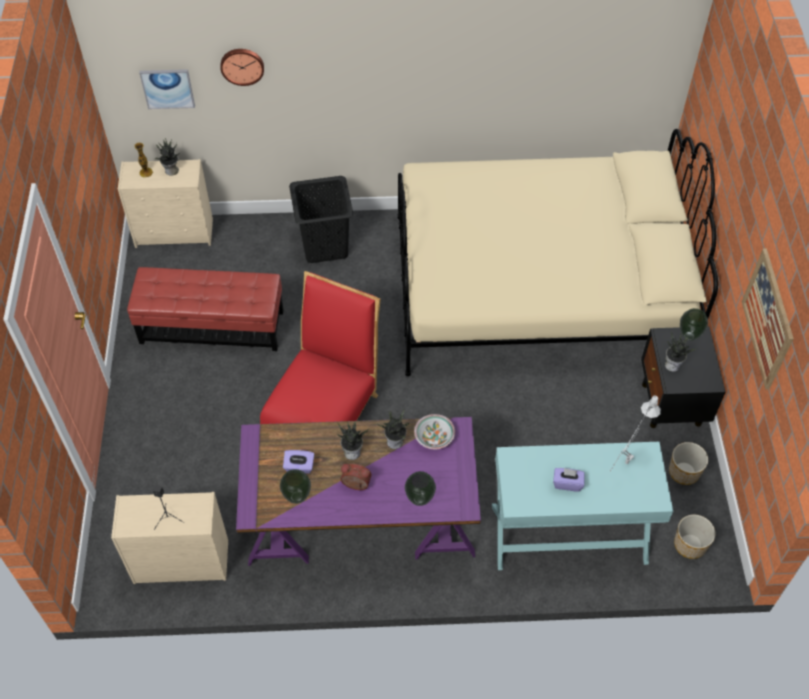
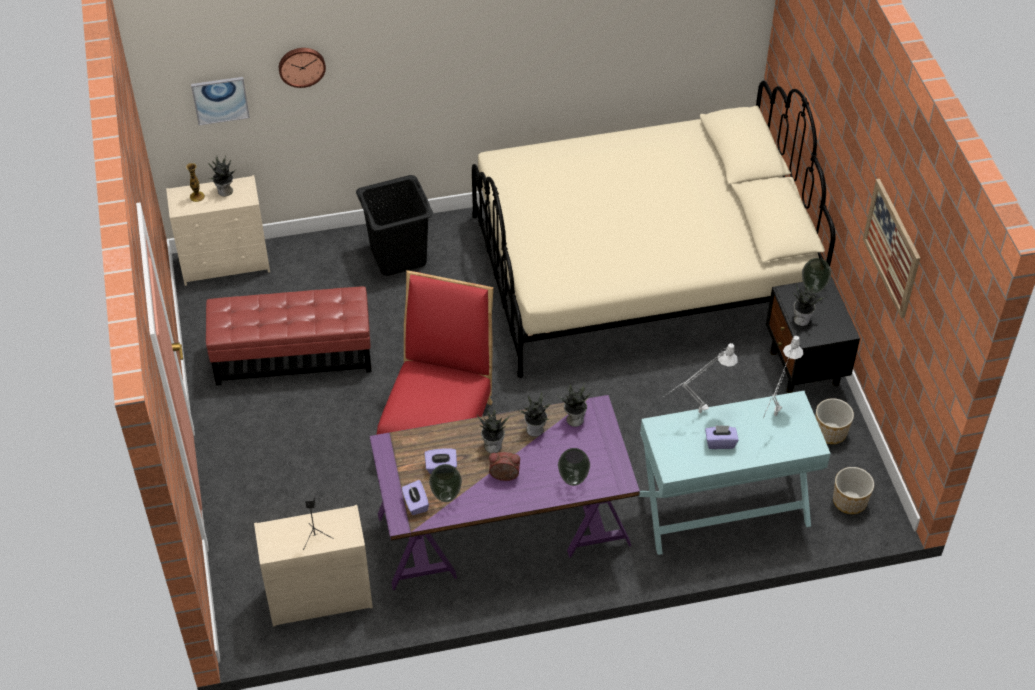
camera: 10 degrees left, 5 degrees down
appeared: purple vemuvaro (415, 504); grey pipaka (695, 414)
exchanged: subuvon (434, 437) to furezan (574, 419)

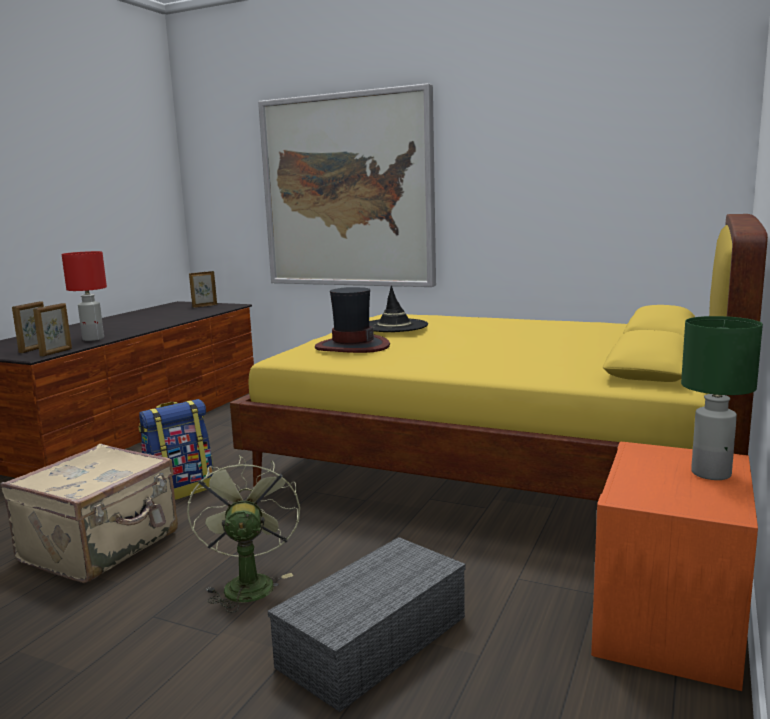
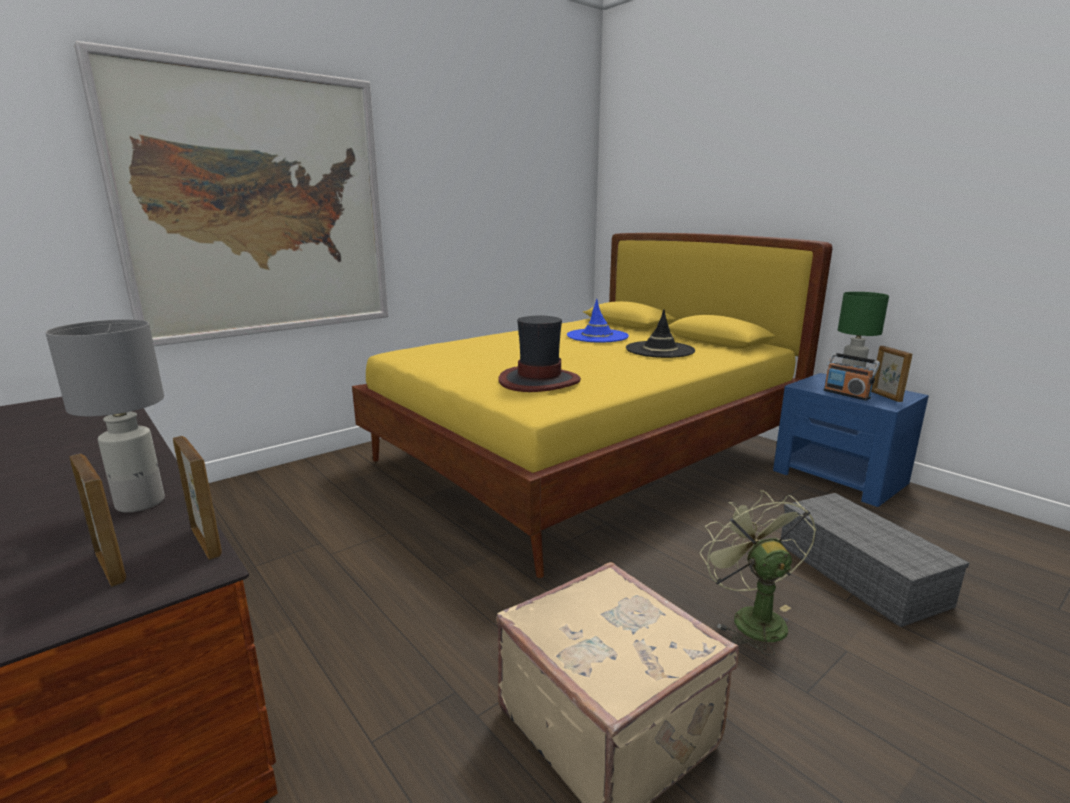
camera: 65 degrees left, 5 degrees up
missing: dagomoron (180, 490)
appeared: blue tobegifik (597, 336); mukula (846, 394)
relocated: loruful (204, 306) to (885, 396); black tobegifik (394, 326) to (660, 350)
colour: red pipaka (94, 339) to grey pipaka (141, 502); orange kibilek (668, 621) to blue kibilek (840, 477)
spun: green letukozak (247, 583) = (751, 617) 60 degrees clockwise

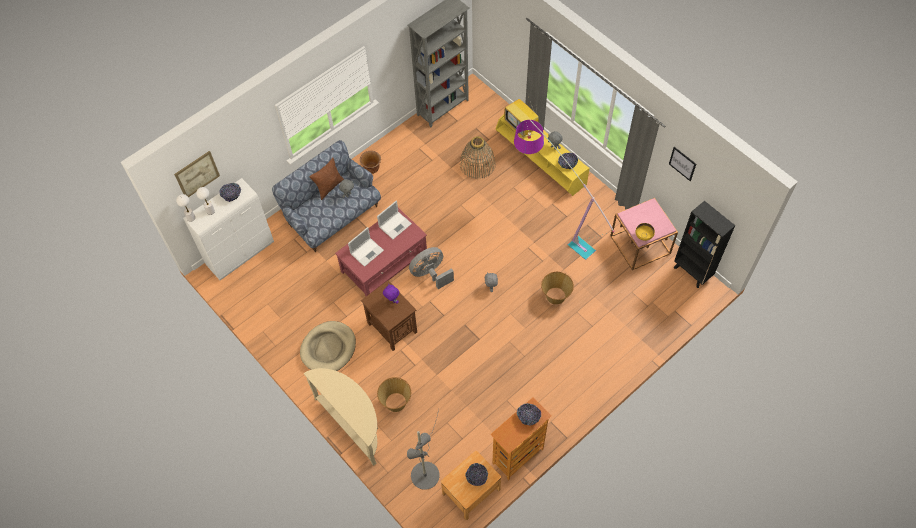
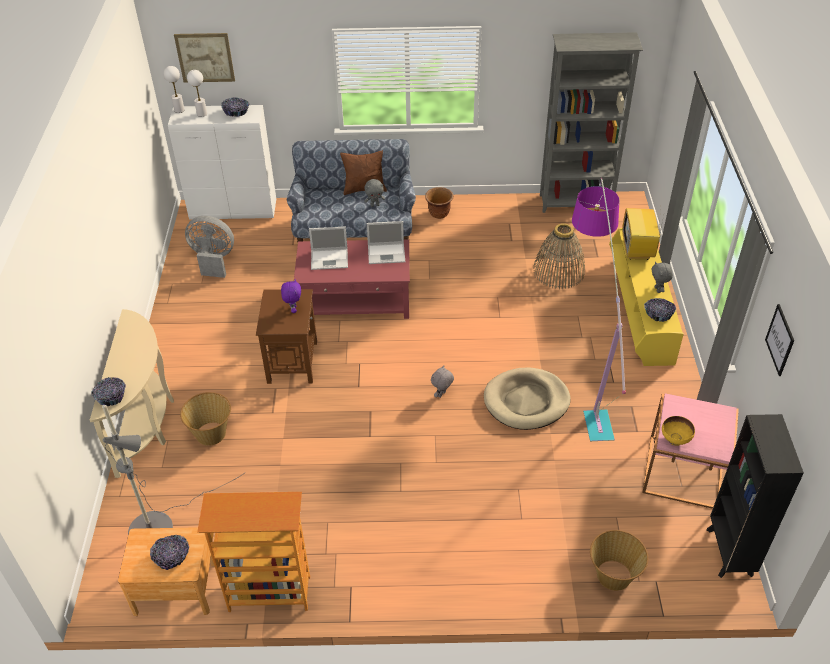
camera: 40 degrees right, 15 degrees down
relocated: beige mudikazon (328, 348) to (526, 401); grey letukozak (430, 274) to (213, 260); subuvon (528, 416) to (111, 397); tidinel (555, 296) to (613, 576)

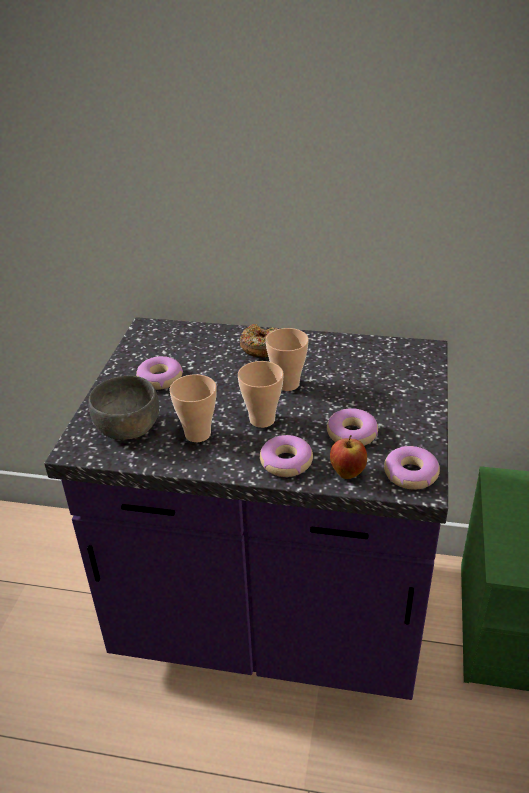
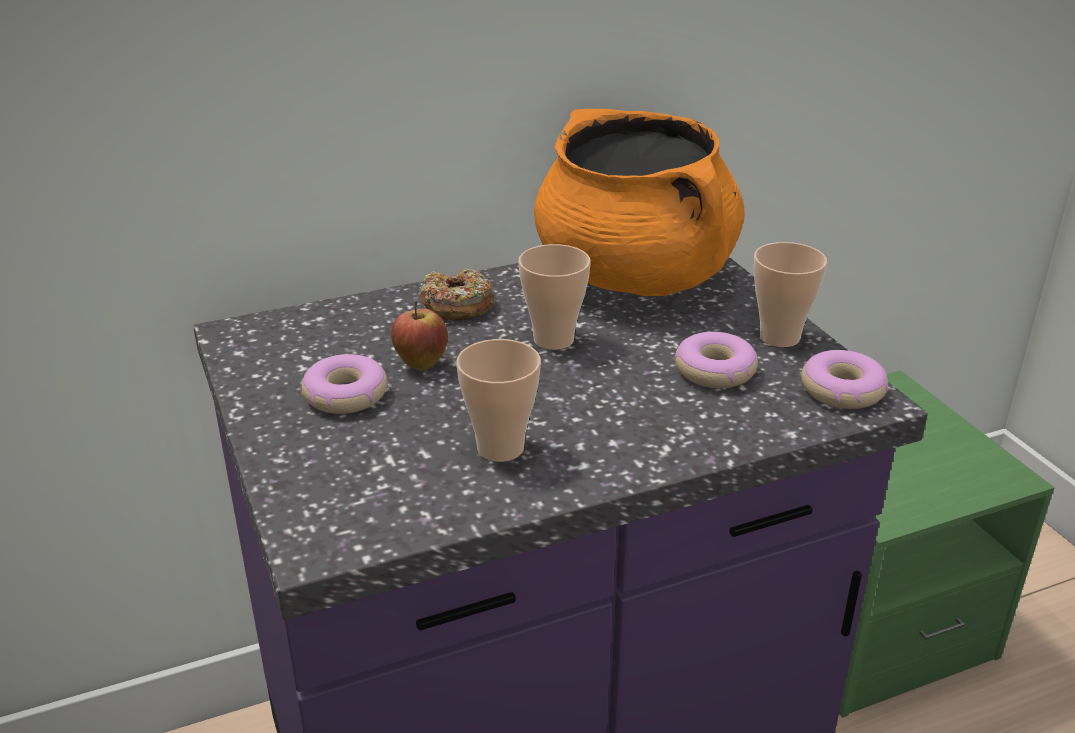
camera: 35 degrees left, 5 degrees down
missing: grey subuvon (128, 428); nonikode (286, 462)
appeared: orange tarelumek (636, 277)
relocated: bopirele (262, 420) to (779, 337); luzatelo (347, 473) to (421, 364)

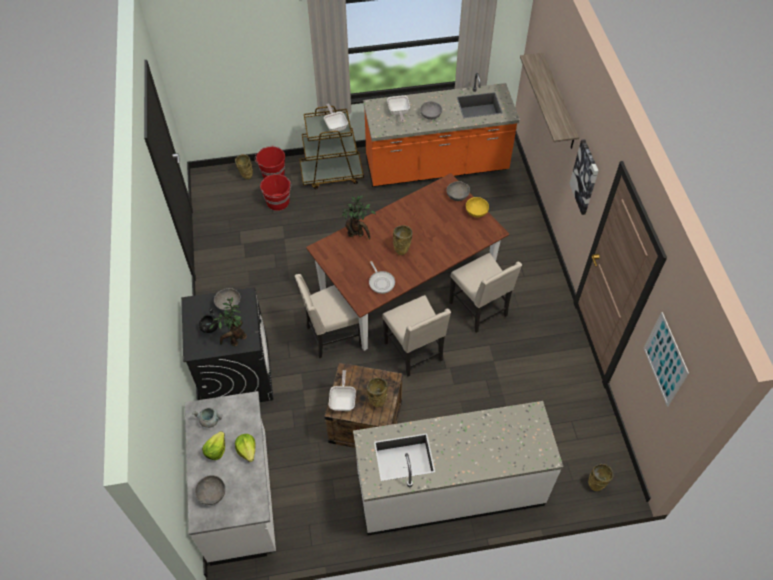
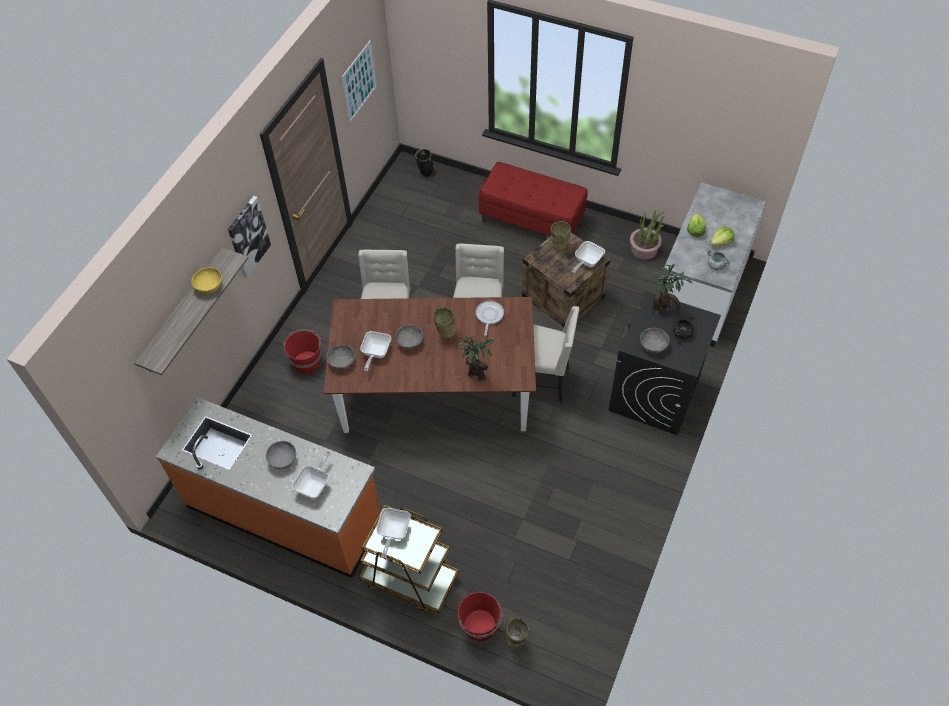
camera: 145 degrees left, 0 degrees up
appeared: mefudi (375, 354); furezan (644, 249)
relocated: grey subuvon (212, 494) to (410, 342); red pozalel (278, 202) to (306, 361); yellow subuvon (476, 212) to (209, 286)
exchanged: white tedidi (450, 489) to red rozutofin (532, 221)
colour: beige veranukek (596, 485) to black veranukek (425, 174)

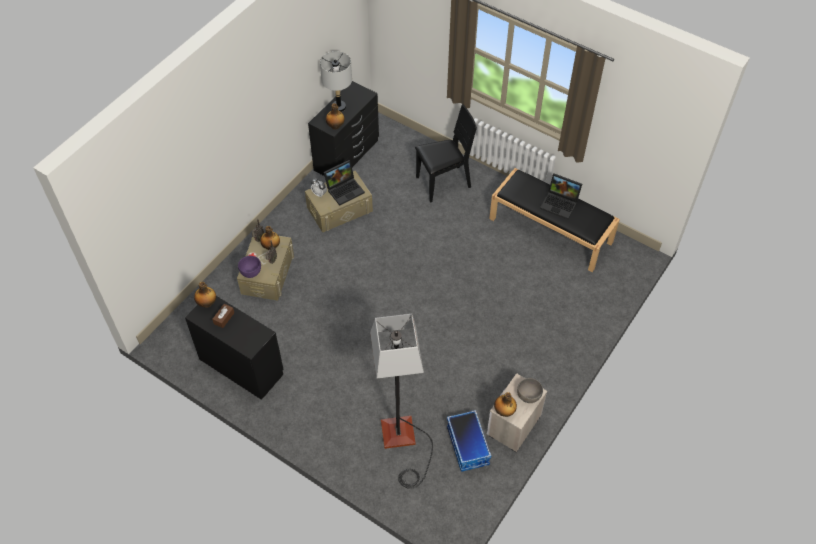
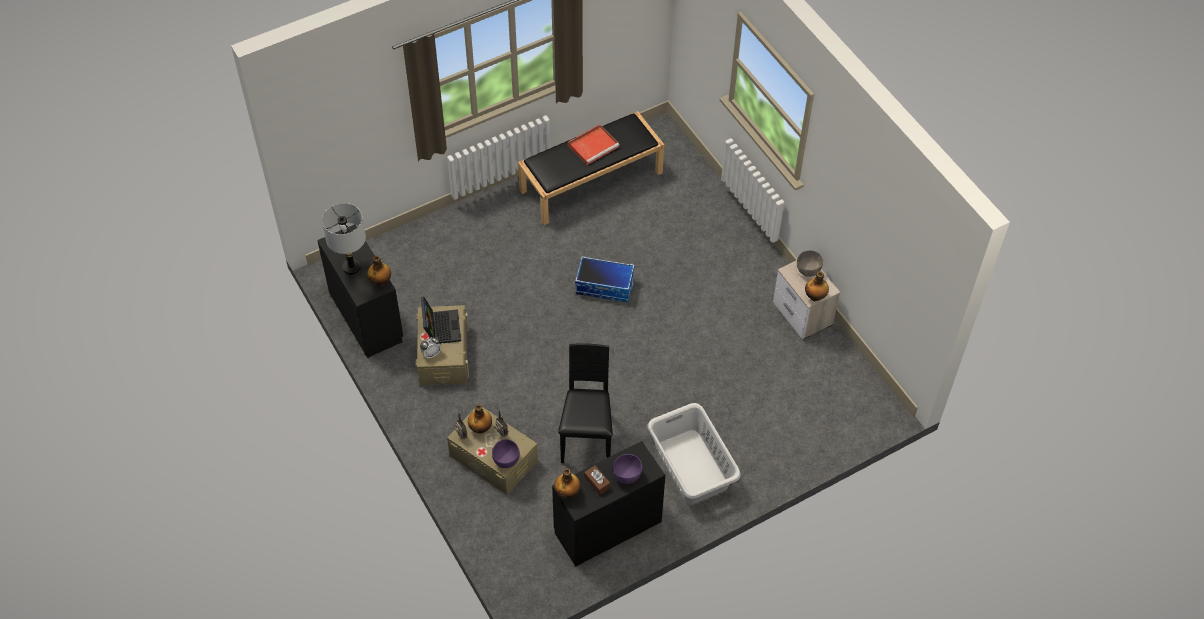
camera: 65 degrees left, 0 degrees up
missing: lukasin (403, 442)
appeared: purple subuvon (626, 476); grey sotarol (691, 467)
relocated: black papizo (443, 183) to (587, 438); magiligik (468, 446) to (605, 286)
exchanged: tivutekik (560, 204) to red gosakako (594, 145)

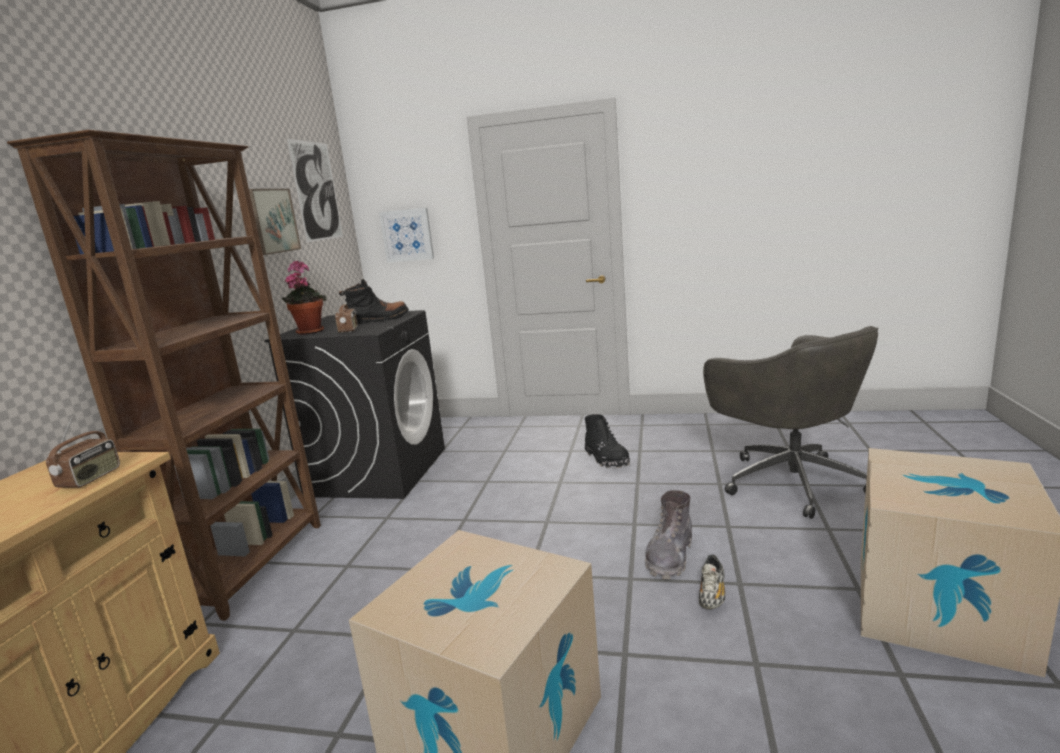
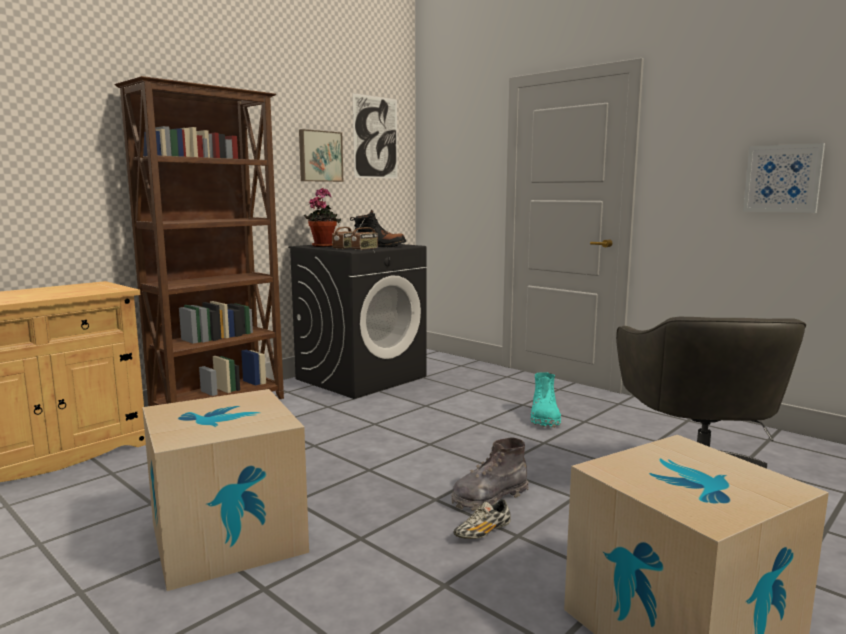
camera: 30 degrees right, 5 degrees down
relocated: mukula (90, 479) to (365, 249); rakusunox (407, 235) to (782, 178)
colour: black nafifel (606, 458) to turquoise nafifel (544, 418)

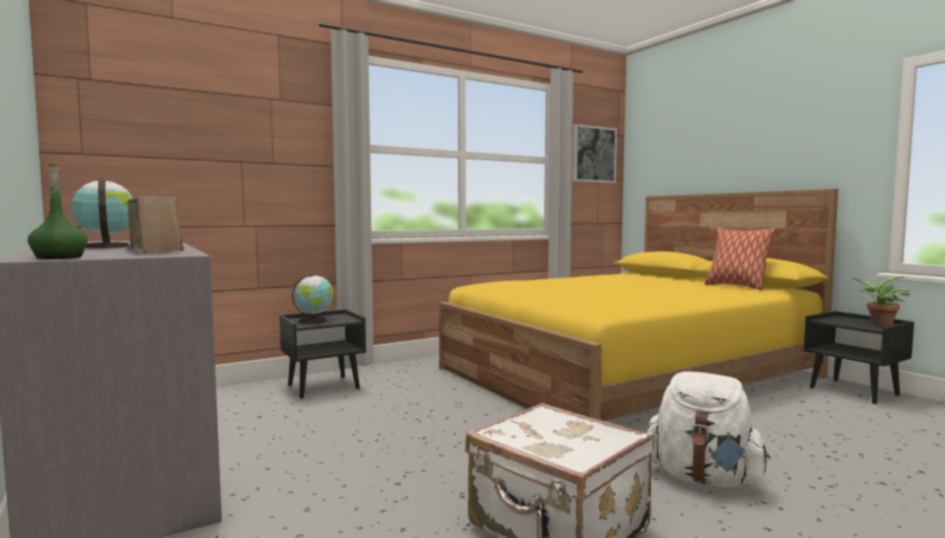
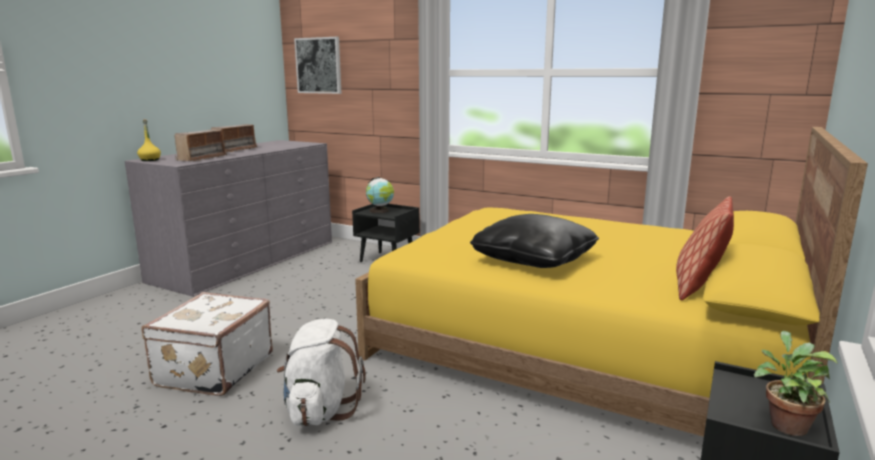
camera: 60 degrees right, 10 degrees up
appeared: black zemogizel (533, 260)
relocated: rakusunox (593, 154) to (319, 65)
exchanged: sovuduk (106, 246) to mukula (235, 150)
colour: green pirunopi (59, 257) to yellow pirunopi (150, 160)

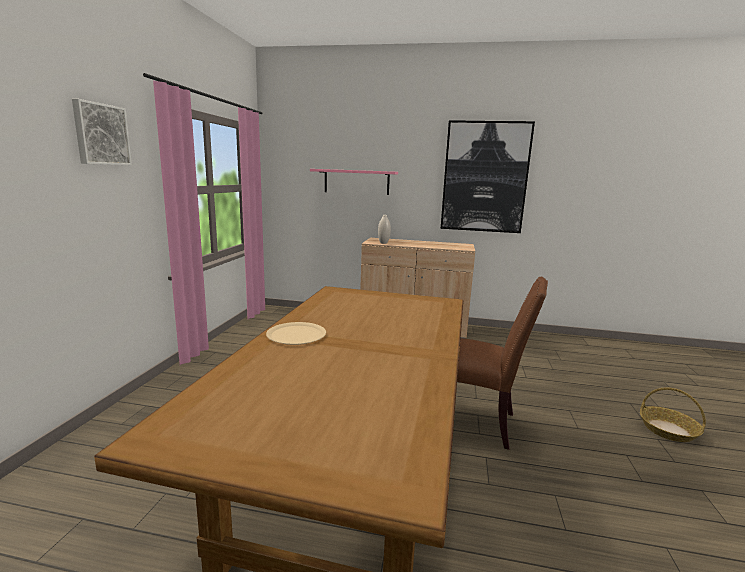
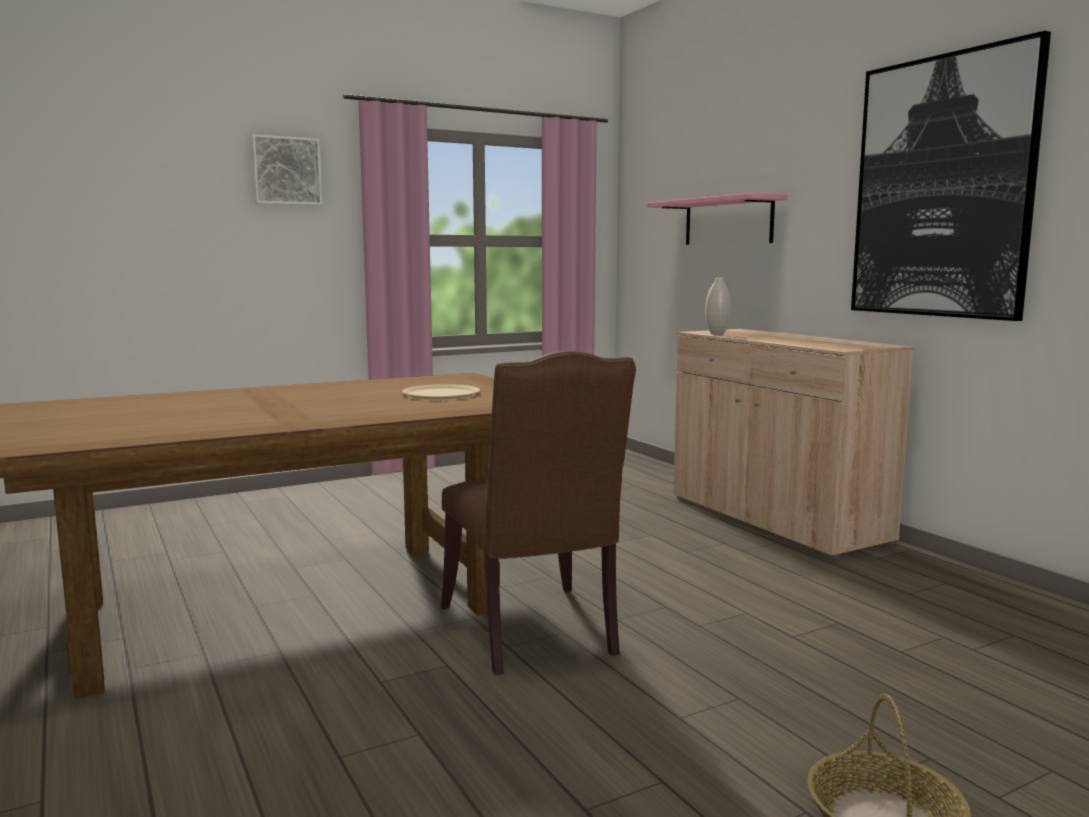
camera: 50 degrees right, 5 degrees down
relocated: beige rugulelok (296, 334) to (441, 393)

